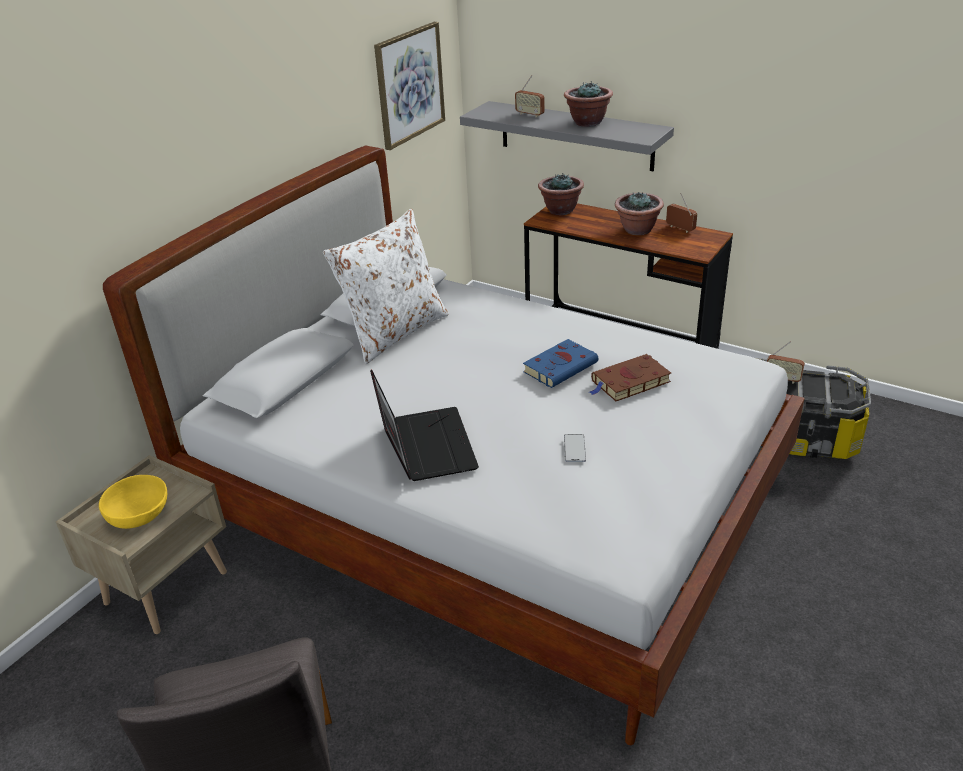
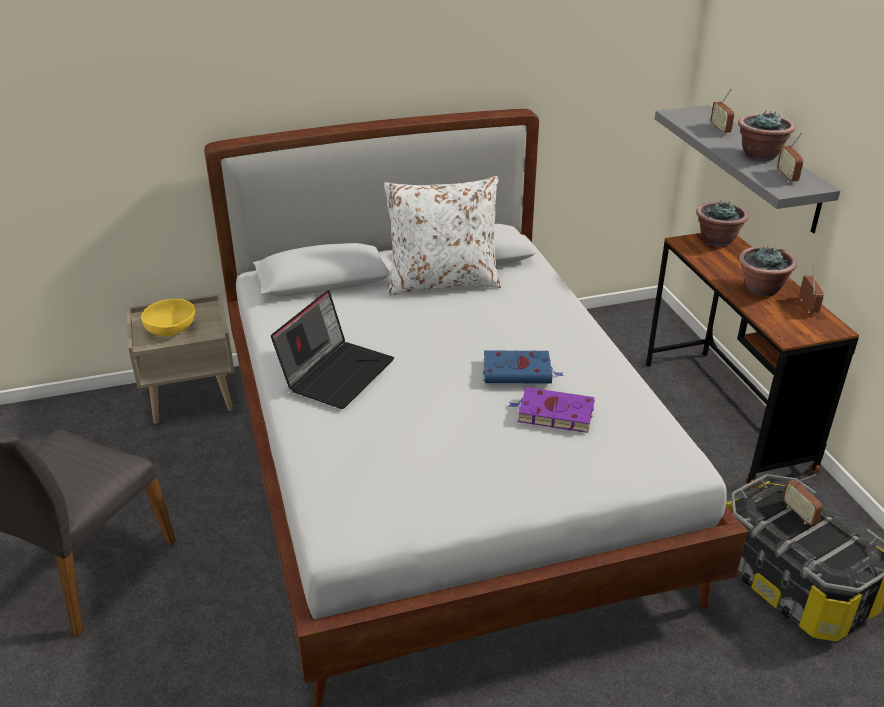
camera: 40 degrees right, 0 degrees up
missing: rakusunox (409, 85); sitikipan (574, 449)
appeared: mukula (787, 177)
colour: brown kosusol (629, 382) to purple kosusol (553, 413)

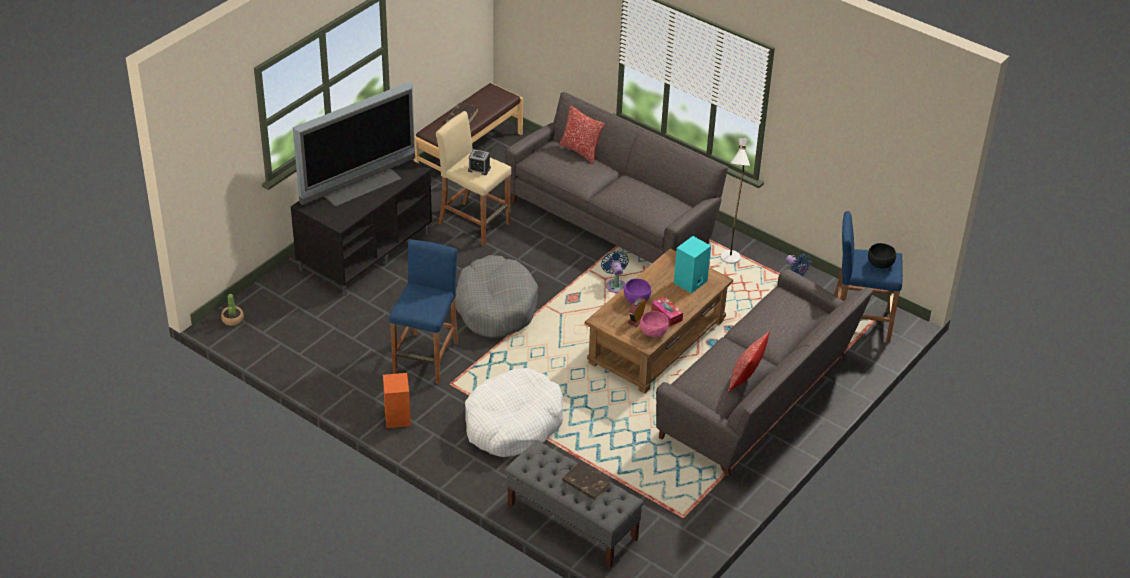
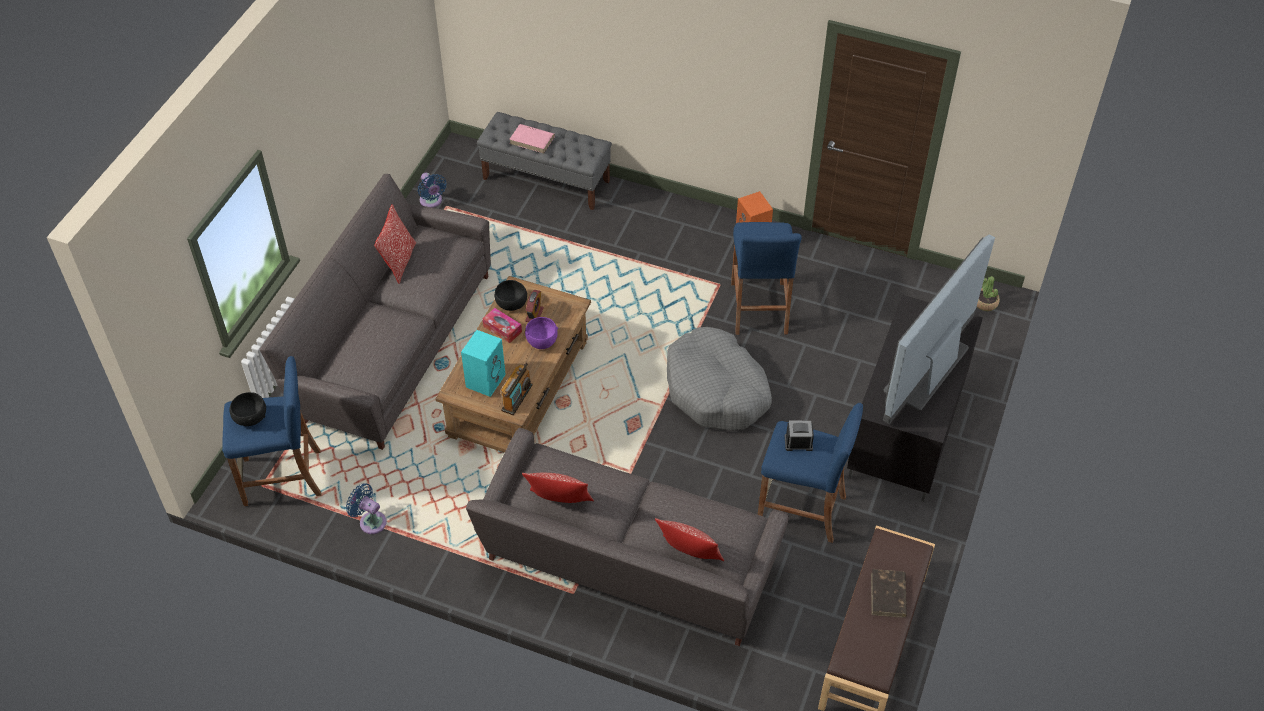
camera: 165 degrees right, 10 degrees up
missing: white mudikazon (513, 424); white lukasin (730, 263)
appeared: mukula (517, 398); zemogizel (559, 503)
relocated: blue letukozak (615, 285) to (431, 201)
colour: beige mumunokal (474, 224) to blue mumunokal (801, 509); brown kosusol (586, 483) to pink kosusol (532, 140); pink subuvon (653, 332) to black subuvon (511, 304)

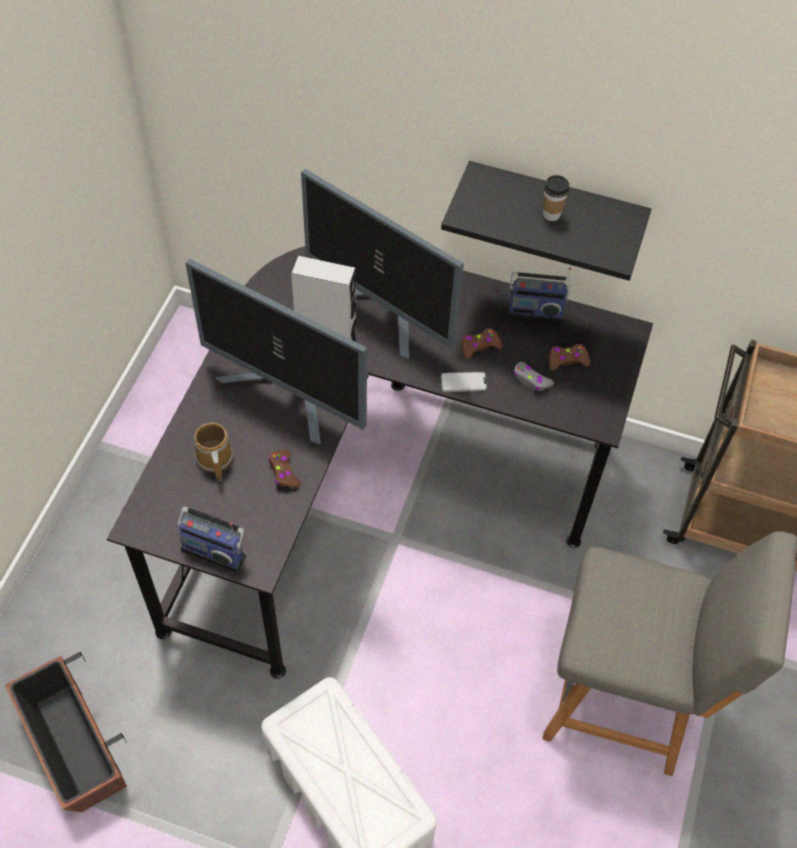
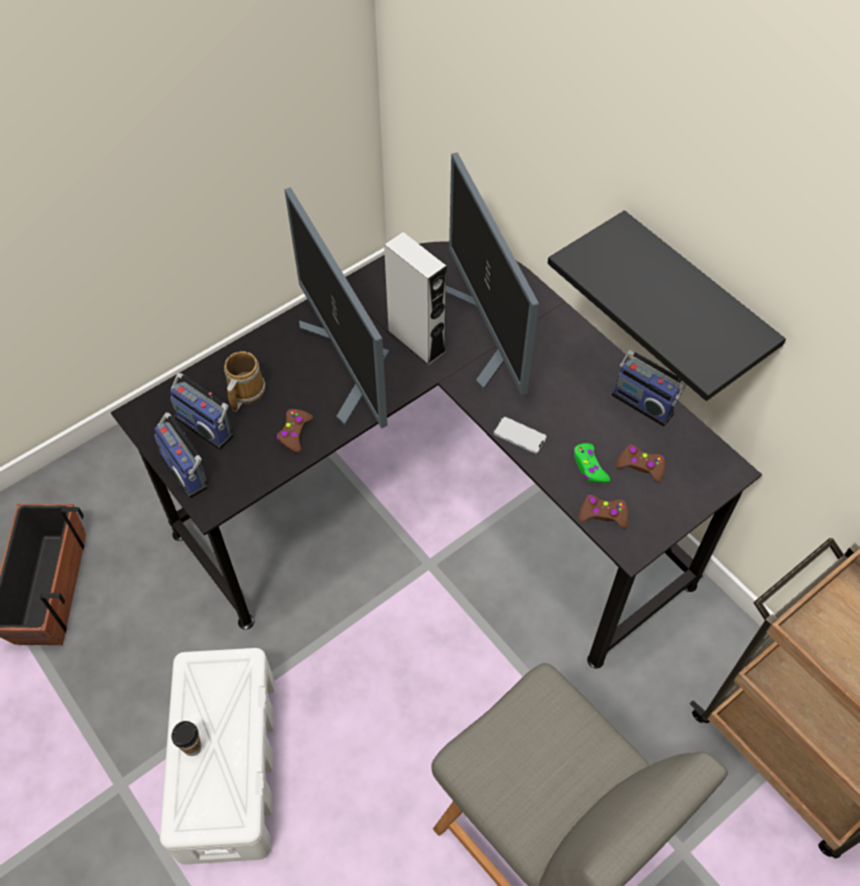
camera: 35 degrees right, 0 degrees up
appeared: mukula (206, 425)
relocated: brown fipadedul (479, 346) to (603, 515); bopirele (551, 214) to (192, 747)
colour: grey fipadedul (531, 380) to green fipadedul (589, 467)

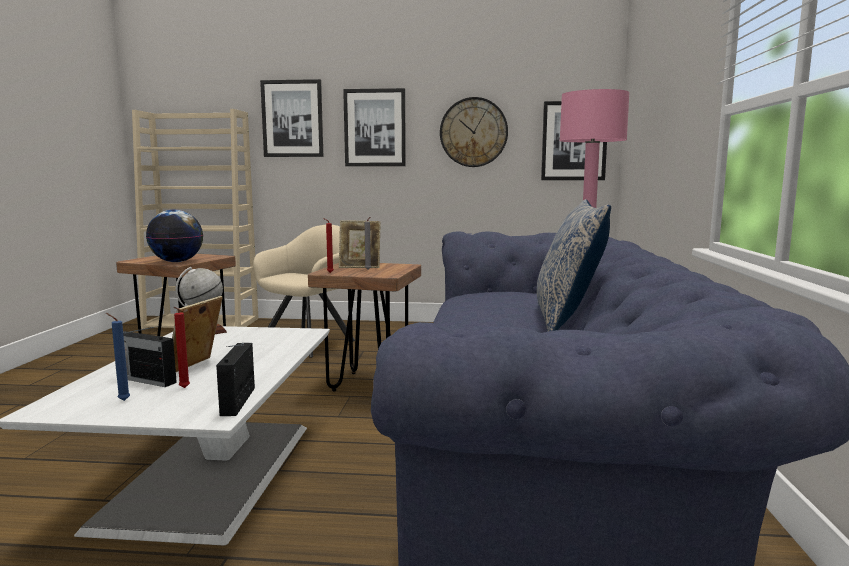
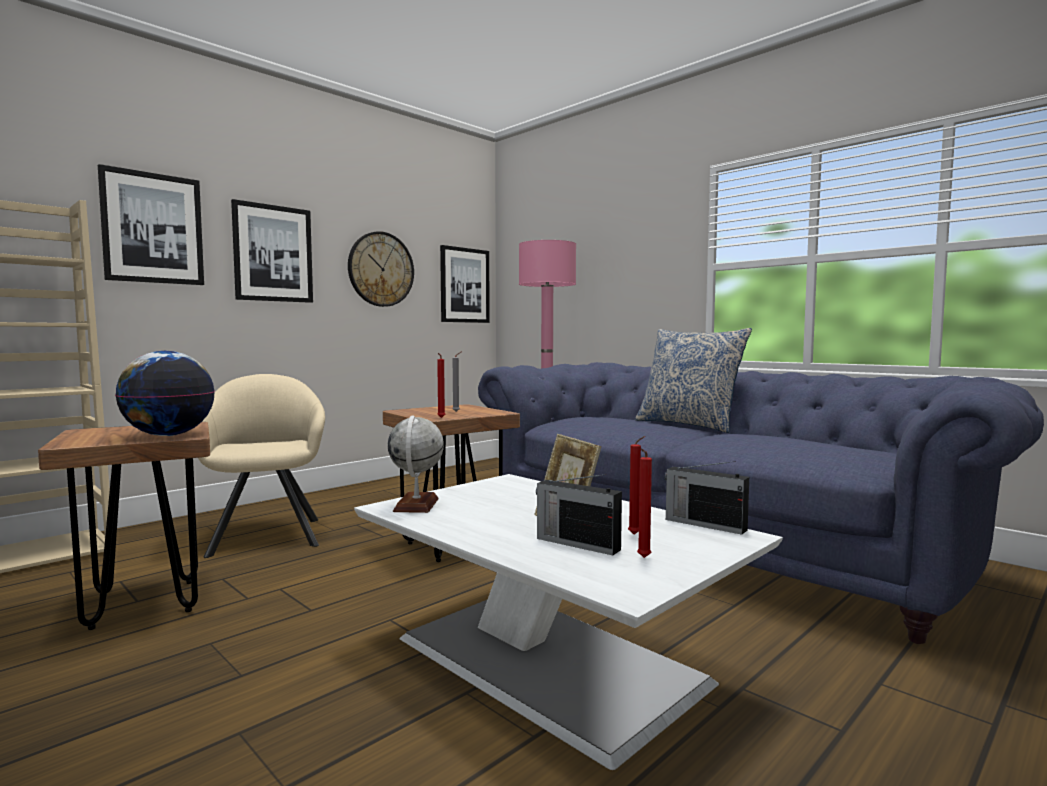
camera: 50 degrees left, 5 degrees down
missing: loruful (360, 267)
colour: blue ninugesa (122, 400) to red ninugesa (642, 558)
spun: mukula (145, 379) = (576, 543) 60 degrees clockwise

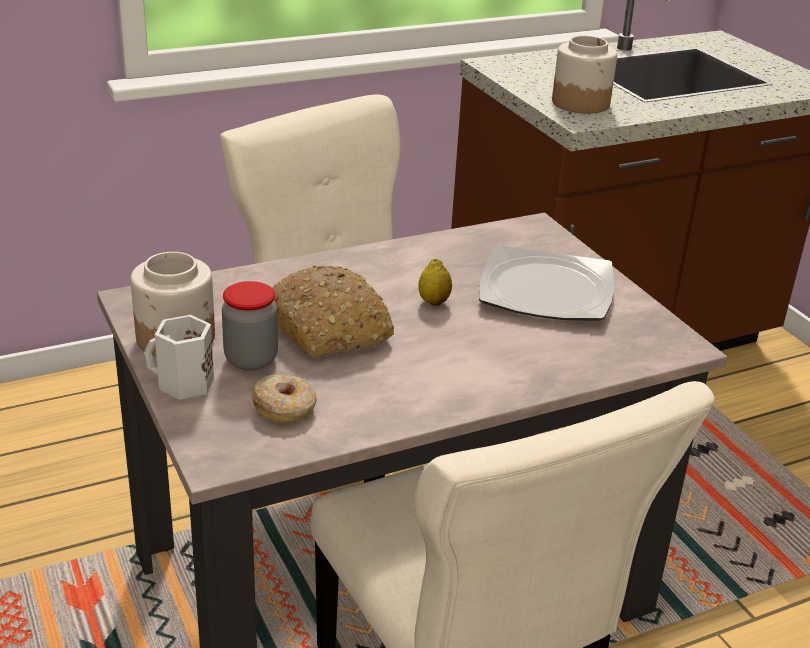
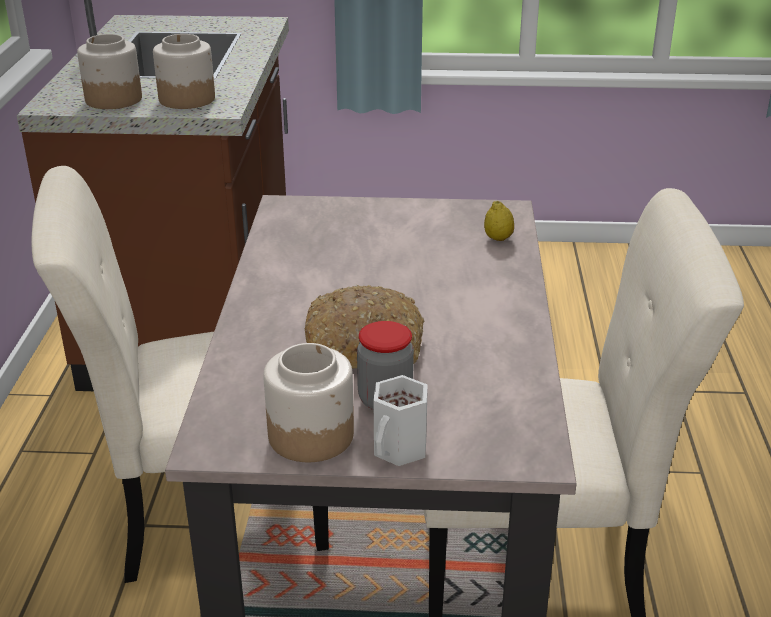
camera: 60 degrees left, 0 degrees up
missing: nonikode (285, 407); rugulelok (547, 291)
appeared: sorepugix (113, 99)
relocated: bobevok (434, 302) to (498, 238)

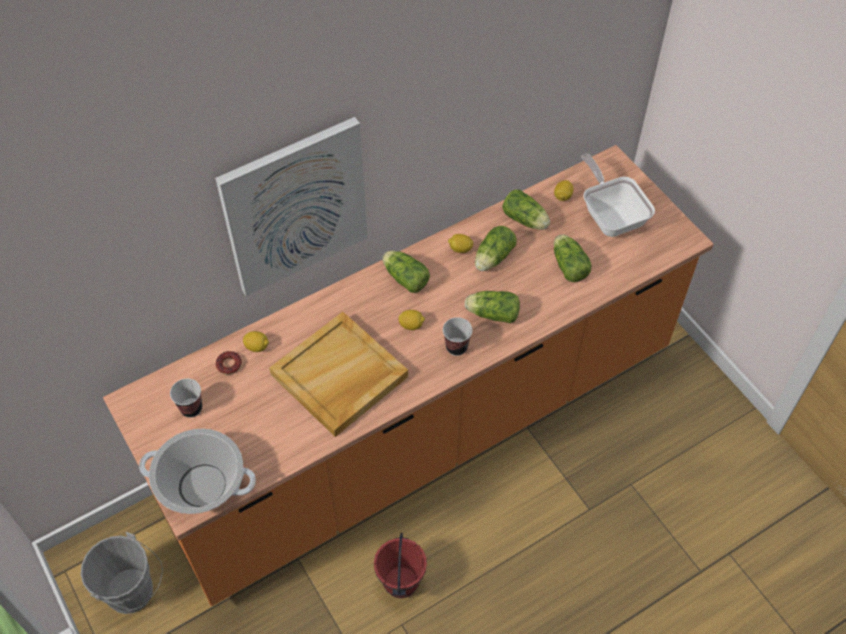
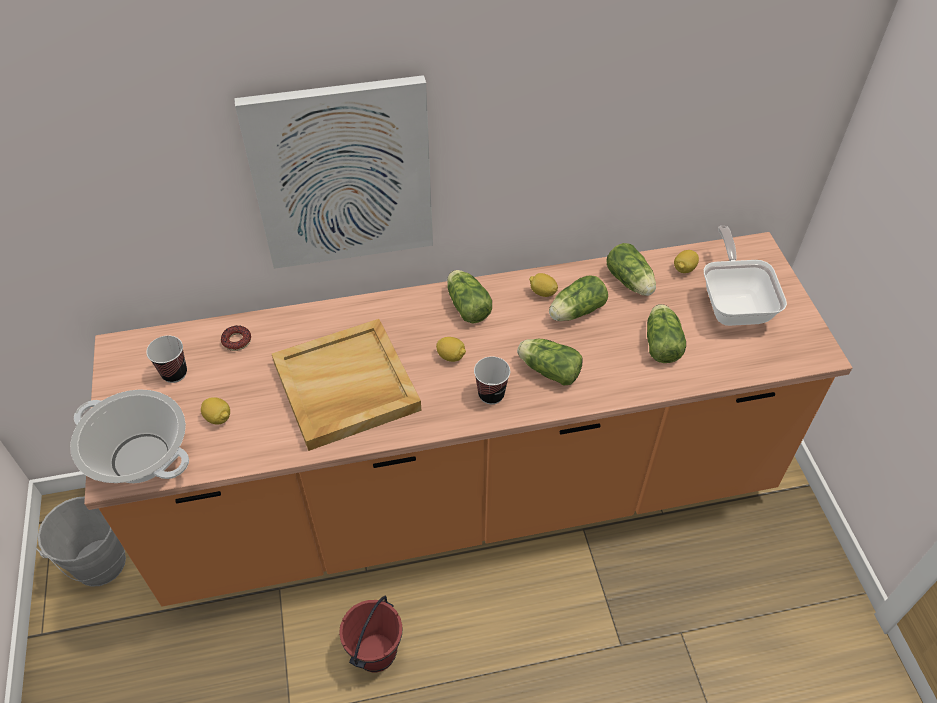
camera: 20 degrees right, 5 degrees down
relocated: bobevok (257, 347) to (218, 418)

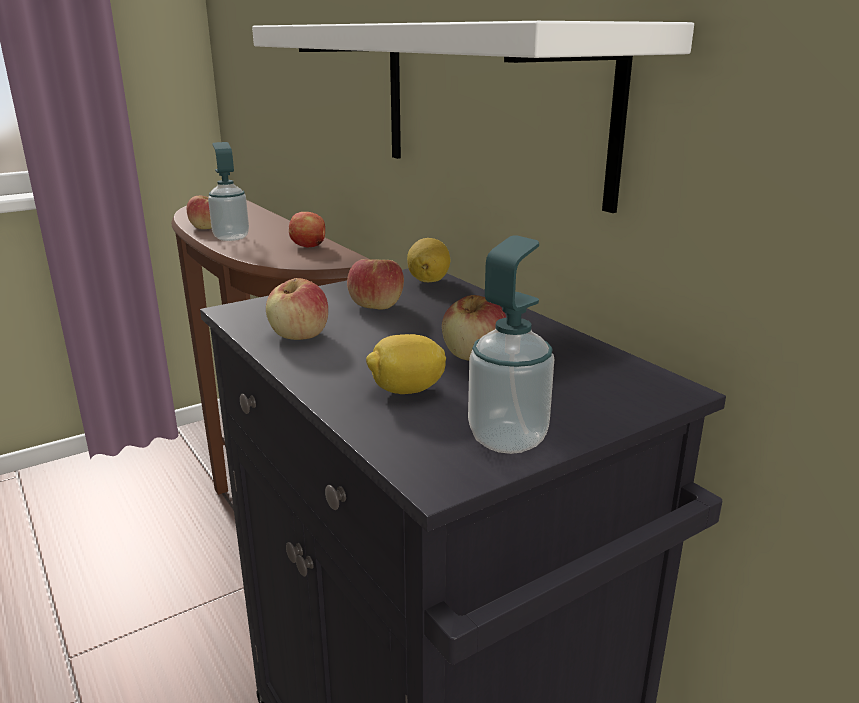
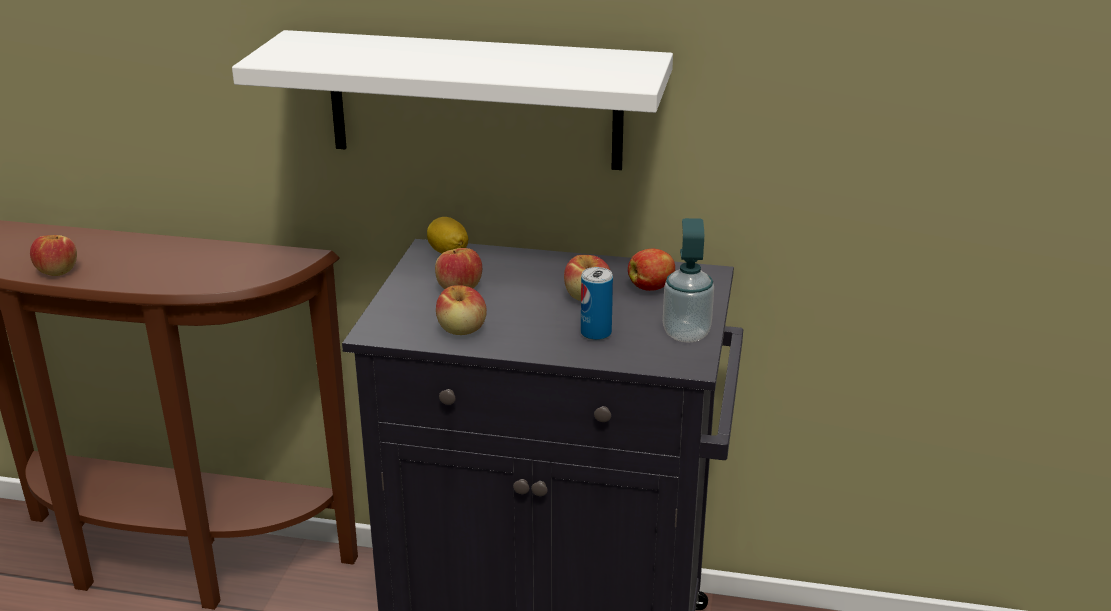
camera: 45 degrees left, 5 degrees up
missing: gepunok (231, 237)
relocated: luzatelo (309, 246) to (651, 287)
exchanged: bobevok (406, 391) to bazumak (596, 333)

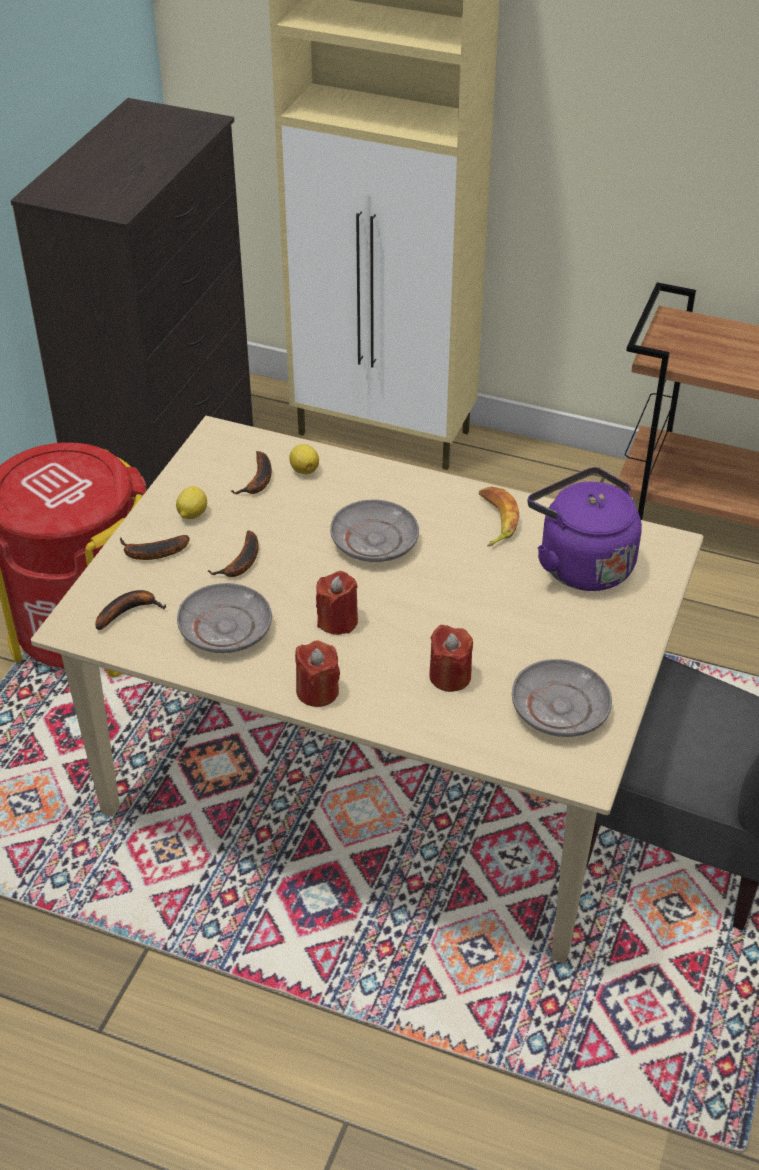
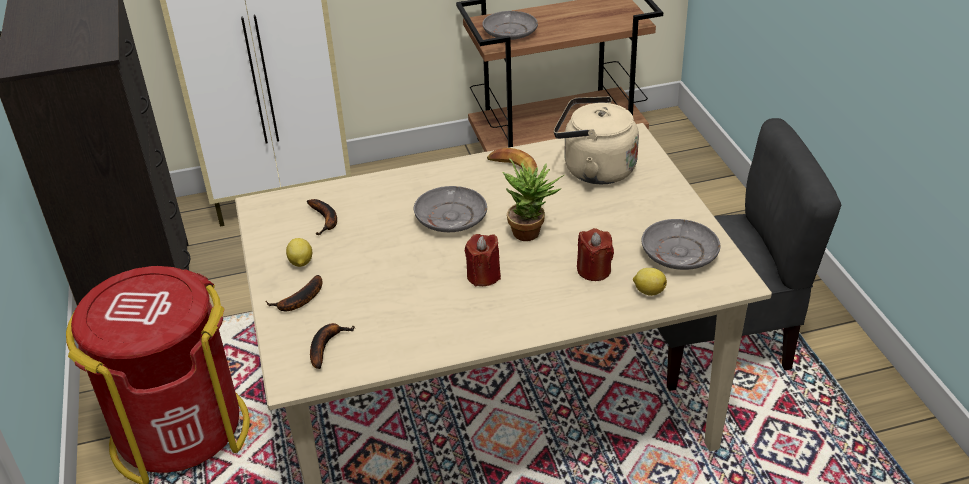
camera: 35 degrees left, 5 degrees down
missing: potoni (241, 563); red ninugesa (317, 691)
appeared: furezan (532, 232)
relocated: grey rugulelok (225, 628) to (510, 32); bobevok (304, 469) to (648, 291)
colour: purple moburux (581, 563) to beige moburux (594, 169)

